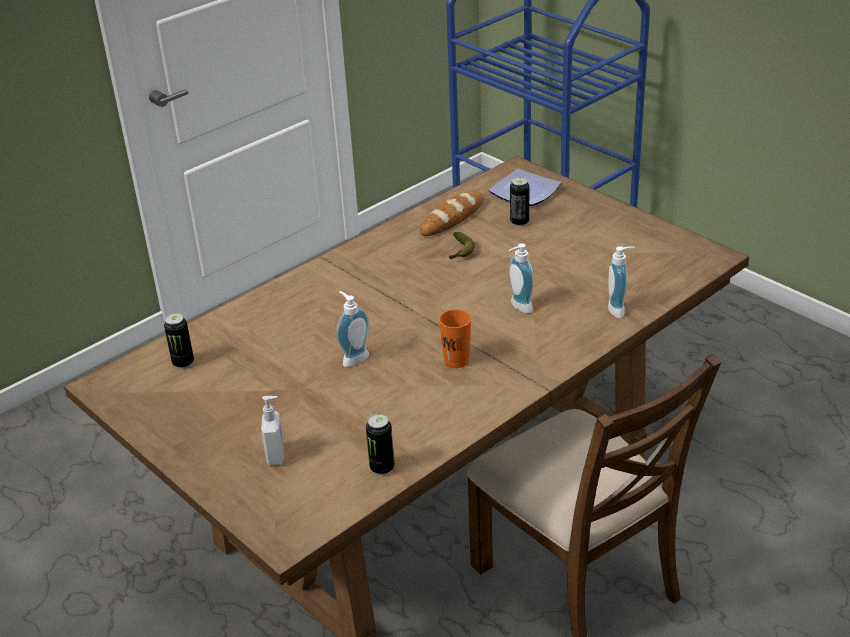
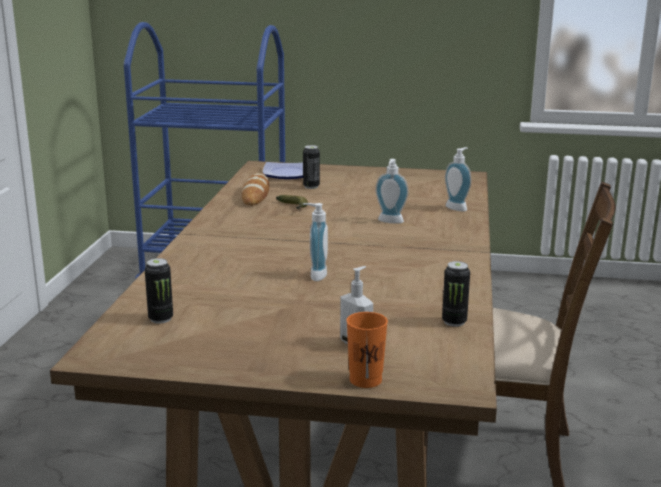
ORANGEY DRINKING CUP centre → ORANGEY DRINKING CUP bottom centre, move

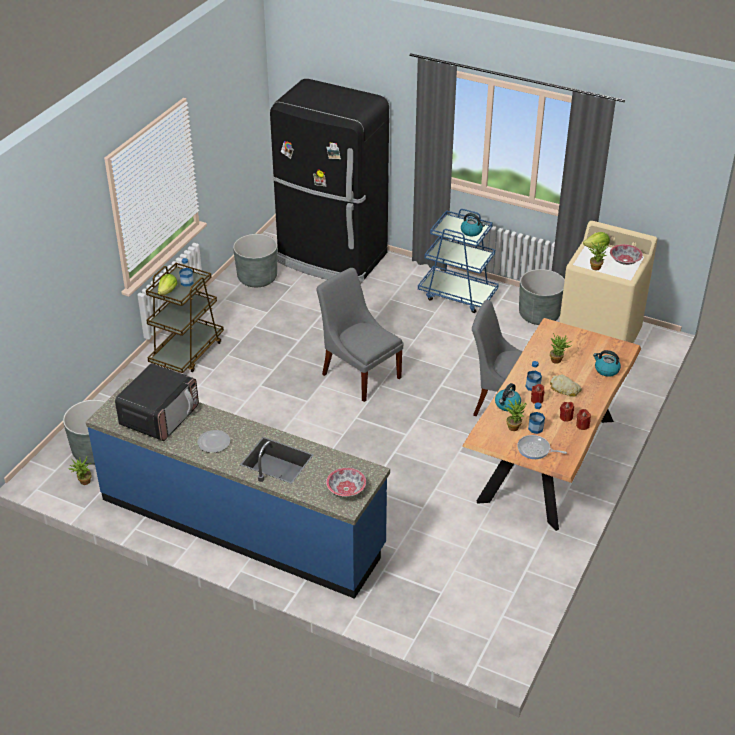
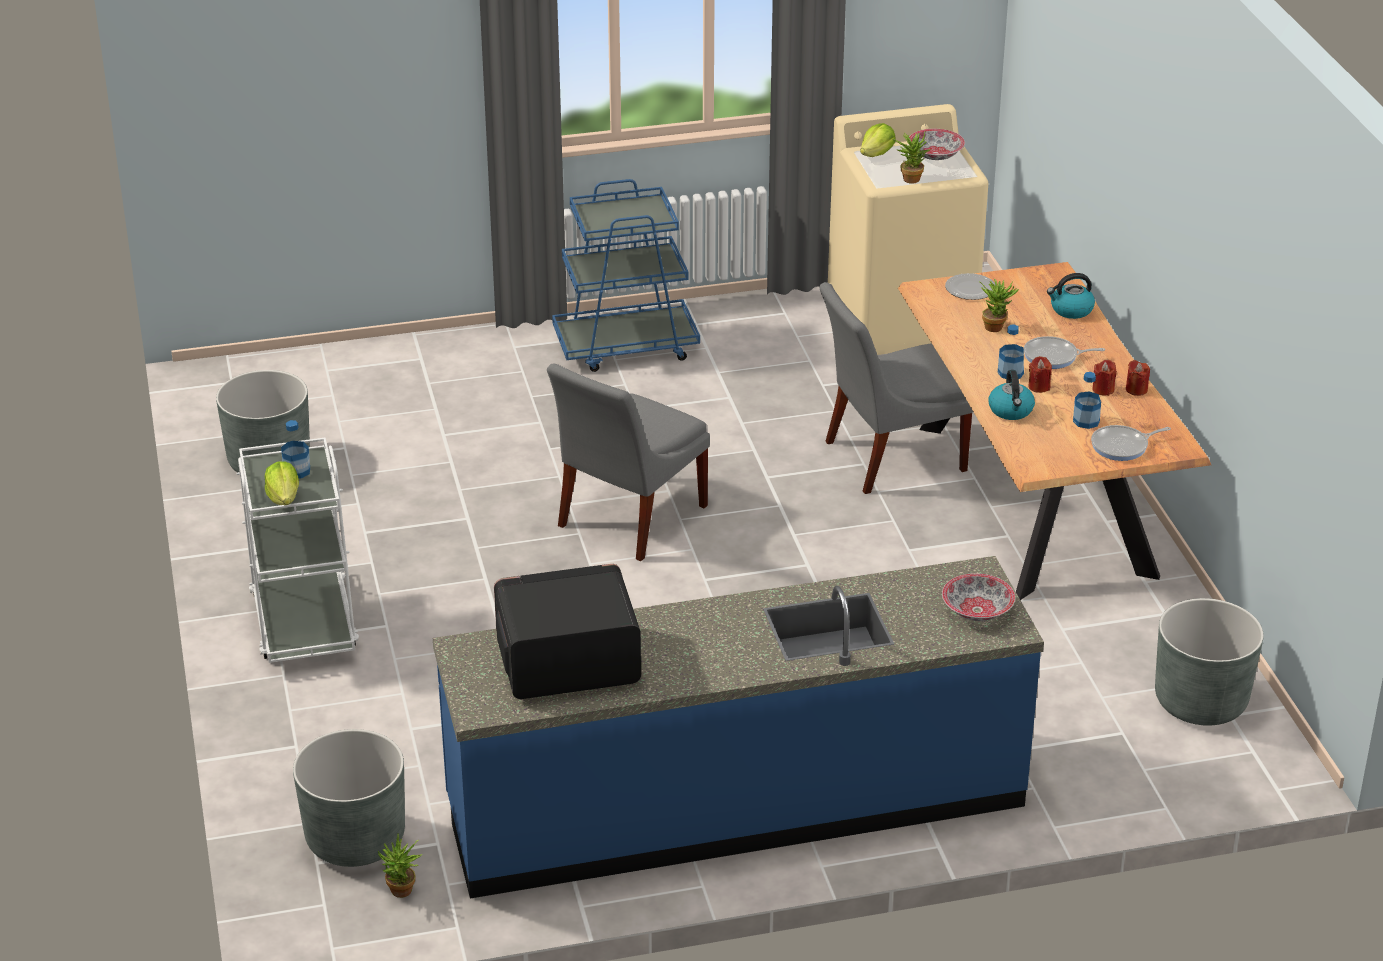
BROWN-COLOURED WHEELED CART middle left → WHITISH WHEELED CART middle left
MICROWAVE OVEN middle left → MICROWAVE OVEN centre, 90 degrees counterclockwise
GRAY UPRIGHT CHAIR (1st from left) centre, 60 degrees counterclockwise
PLATE middle left → PLATE top right, move
BAKED BREAD middle right → PAN (1st from left) middle right
GRAY PLANTER (3rd from left) middle right → GRAY PLANTER (3rd from left) bottom right, move
BLACK FRIDGE top centre → -
WATER KETTLE (1st from left) top centre → -
POTTED PLANT (2nd from left) middle right → -

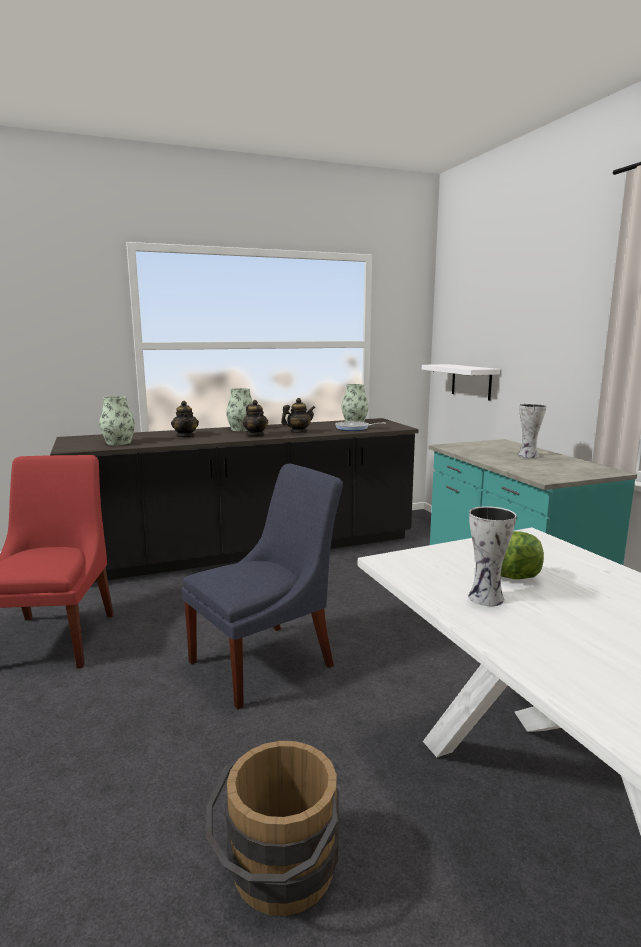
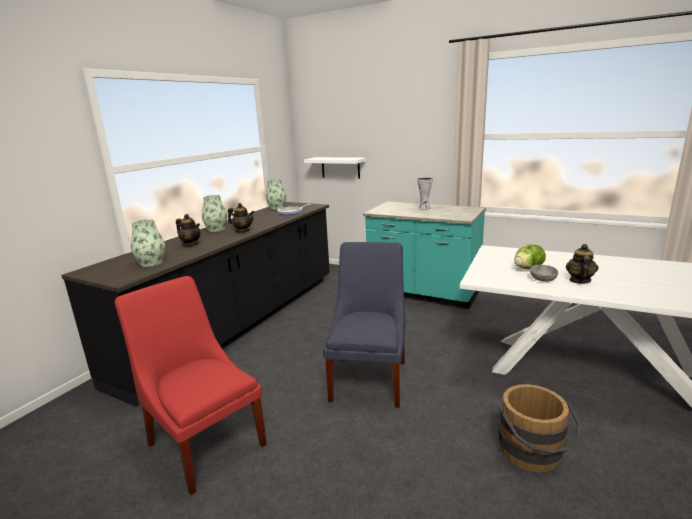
FLOWER VASE (4th from left) middle right → GRAY SERVING BOWL middle right
POT FOR TEA (3rd from left) centre → POT FOR TEA (3rd from left) middle right, move

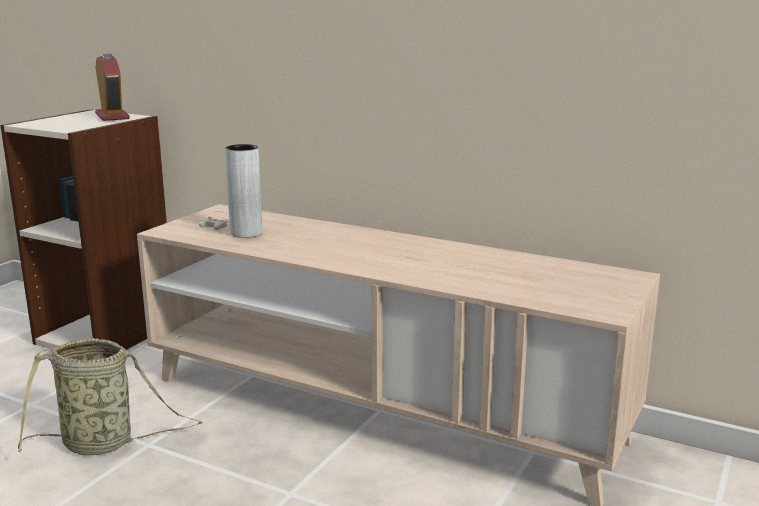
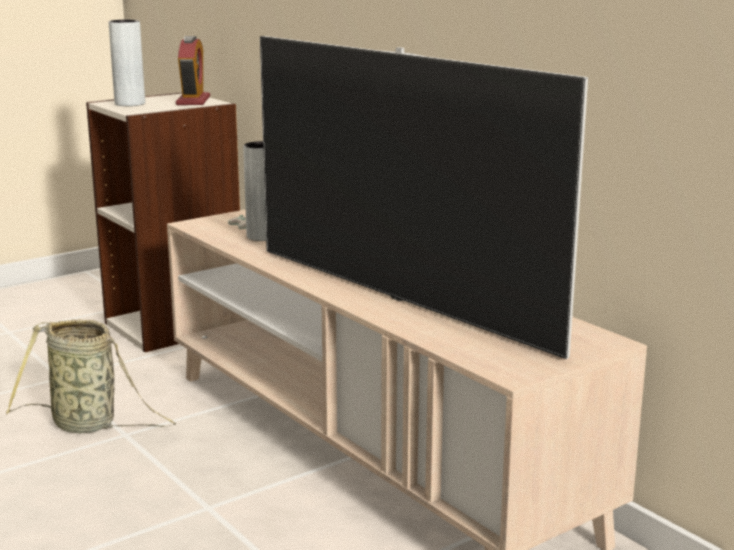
- → GRAY FLOWER VASE (1st from left) top left
- → TELEVISION centre

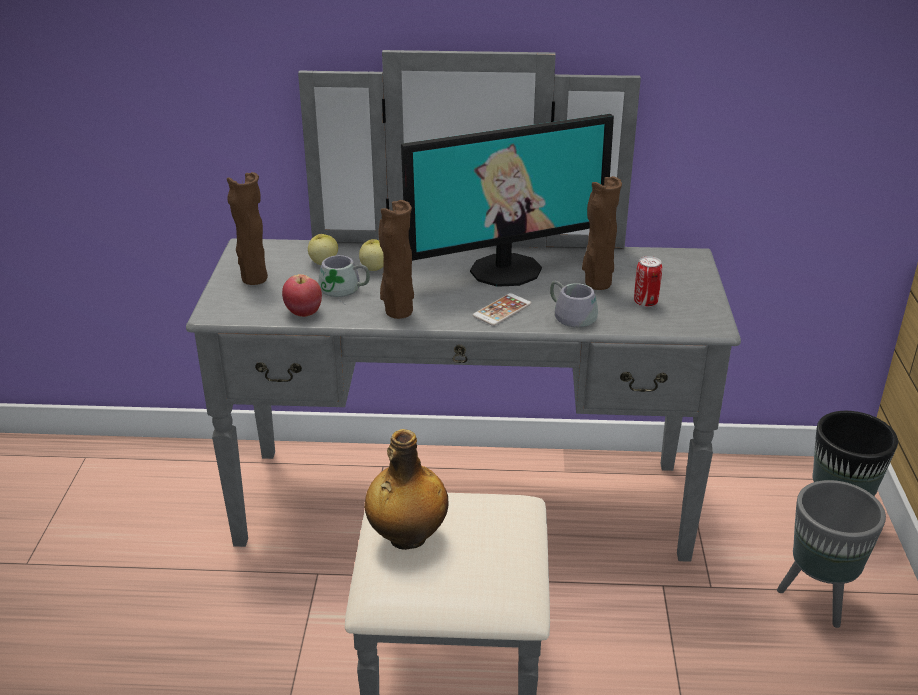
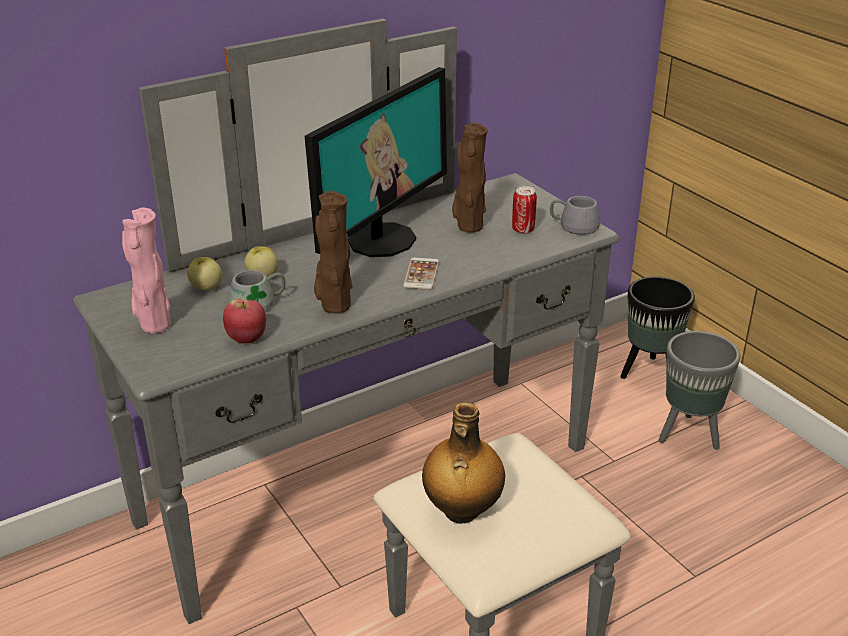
BROWN-COLOURED FLOWER VASE (1st from left) top left → PINK-COLOURED FLOWER VASE middle left
GRAY TEA MUG (2nd from left) centre → GRAY TEA MUG (2nd from left) middle right, move

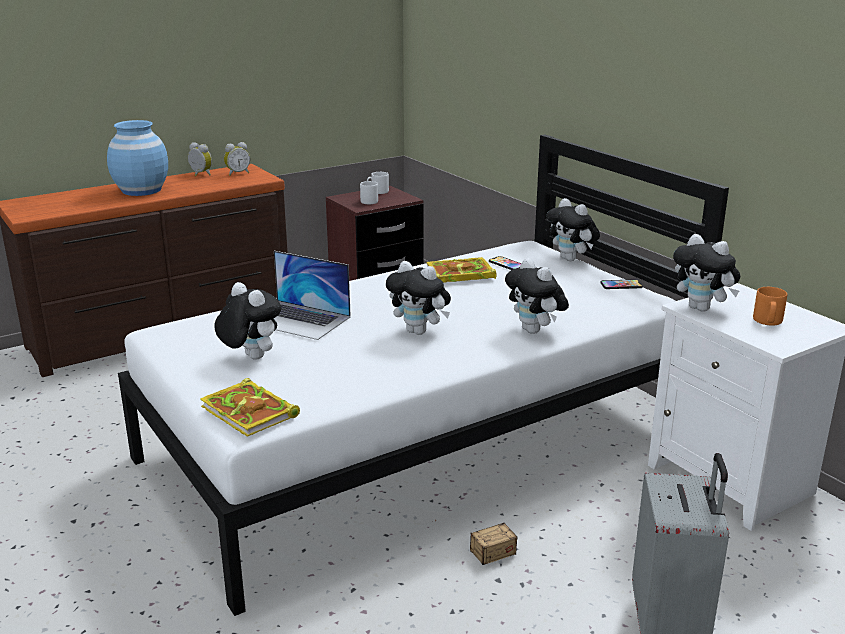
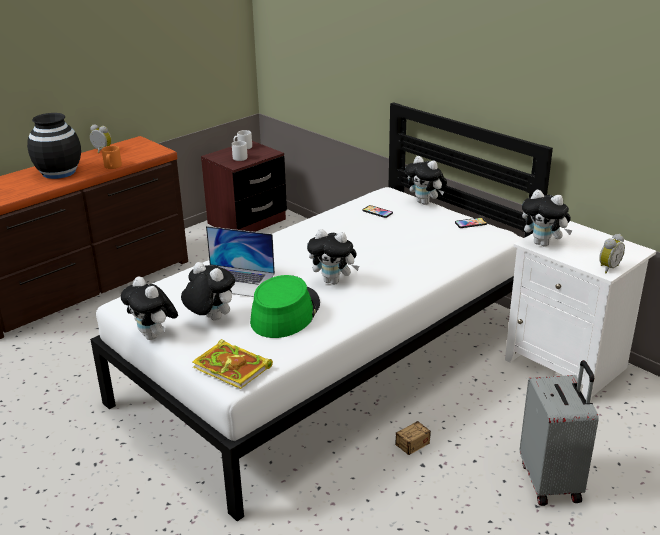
BLUE FLOWER VASE top left → BLACK FLOWER VASE top left
ORANGEY TEA MUG middle right → ORANGEY TEA MUG top left, move
SOFT TOY (3rd from left in the first image) centre → SOFT TOY (1st from left) middle left, move
- → GREEN WEARABLE HAT centre
BEDSIDE CLOCK (2nd from left) top left → BEDSIDE CLOCK (2nd from left) middle right, move
VOLUME (2nd from left) centre → -

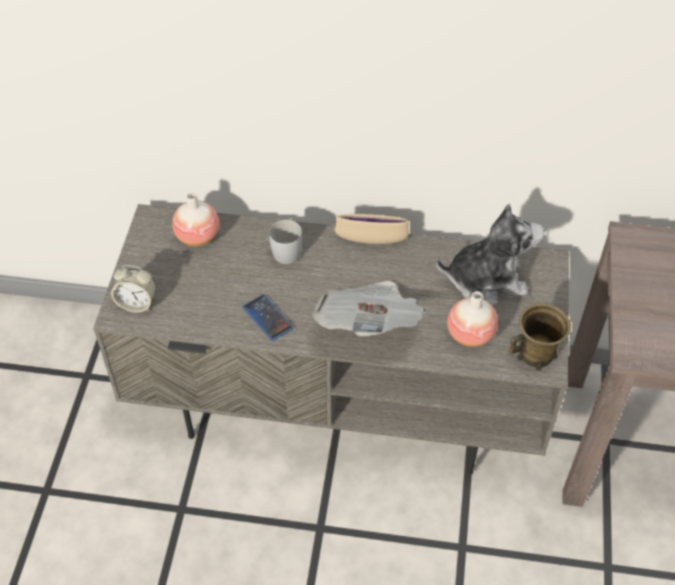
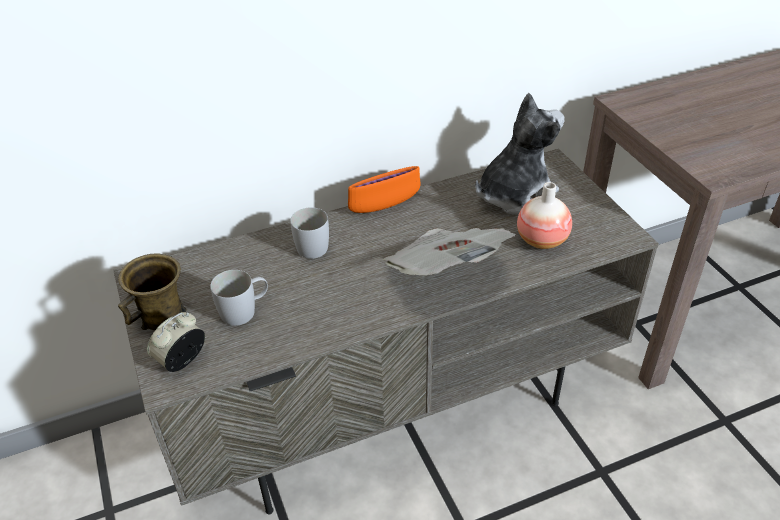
BROWN-COLOURED TEA MUG middle right → BROWN-COLOURED TEA MUG middle left, move
BEDSIDE CLOCK middle left, 150 degrees clockwise
- → WHITISH TEA MUG (1st from left) middle left
SAND-COLOURED SERVING BOWL centre → ORANGEY SERVING BOWL centre
FLOWER VASE (1st from left) middle left → -
TELEPHONE centre → -

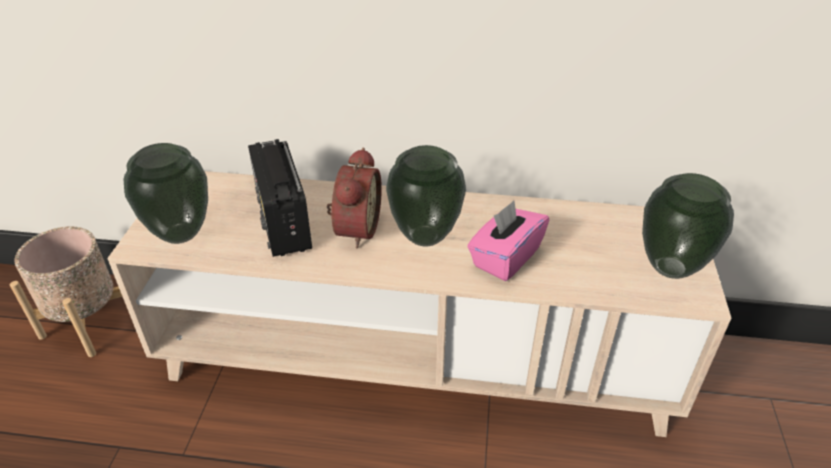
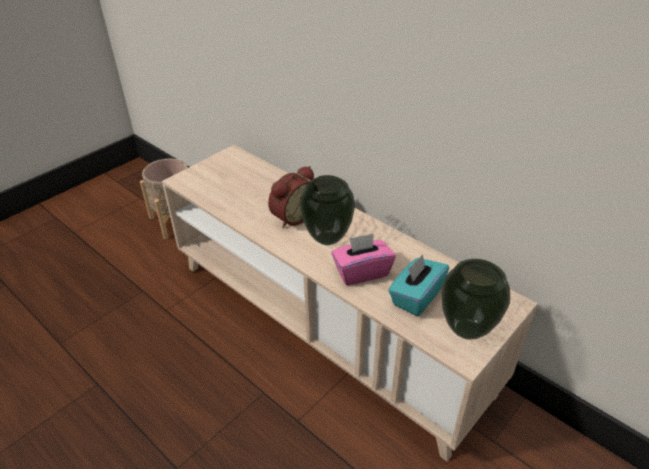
- → TURQUOISE-COLOURED TISSUE HOLDER centre
FLOWER VASE (1st from left) middle left → -
RADIO centre → -

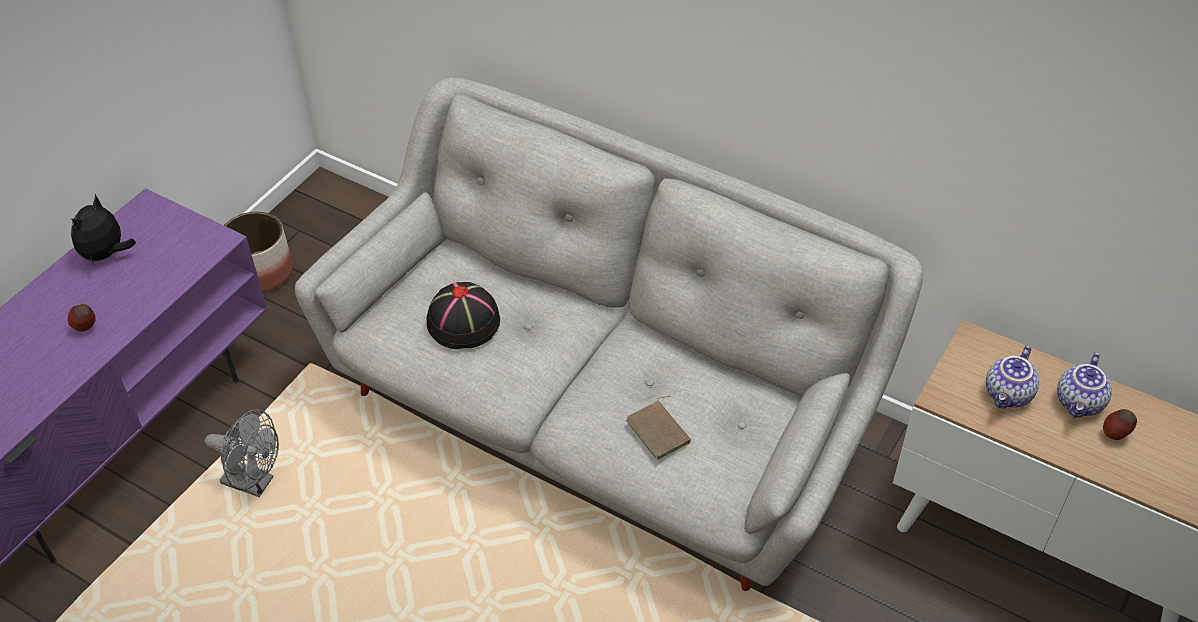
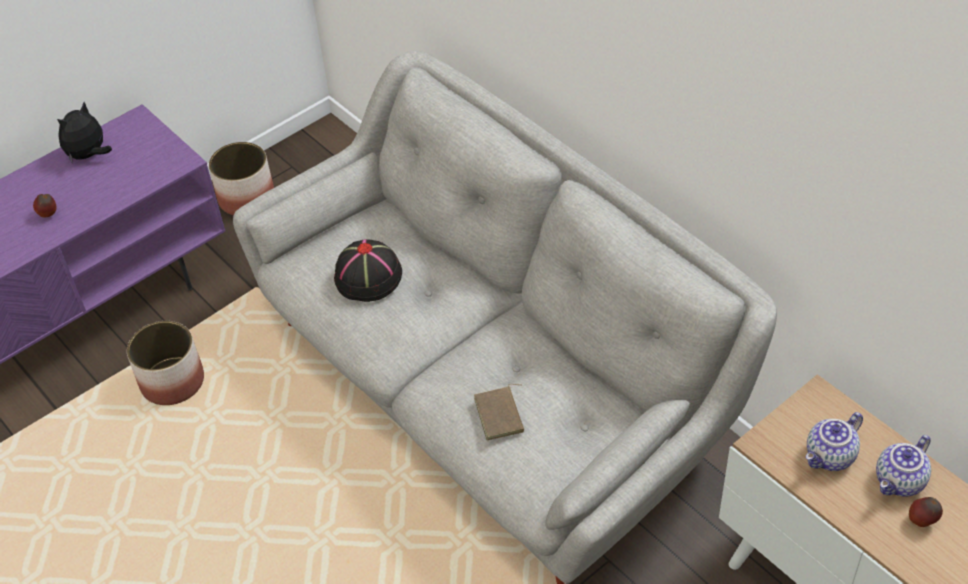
GRAY COOLING FAN bottom left → PLANTER (1st from left) middle left

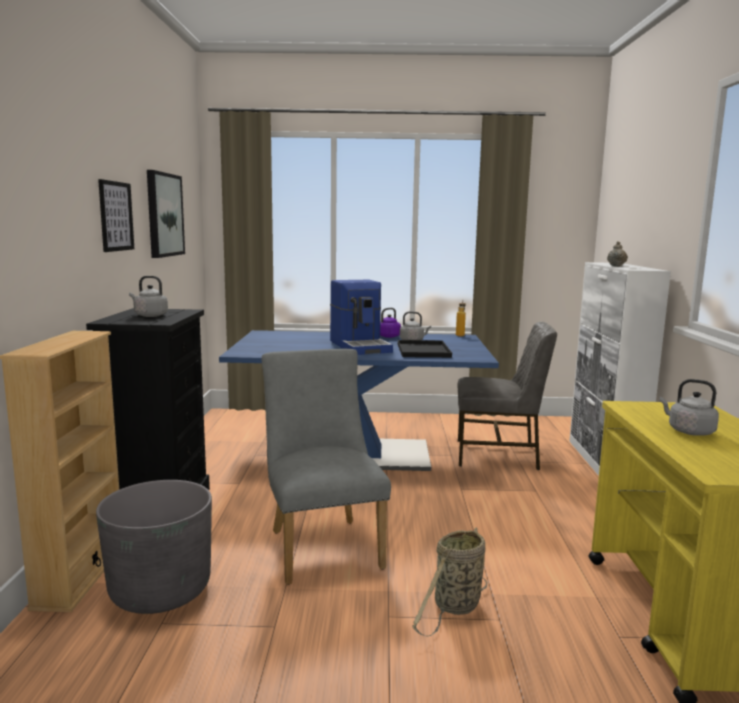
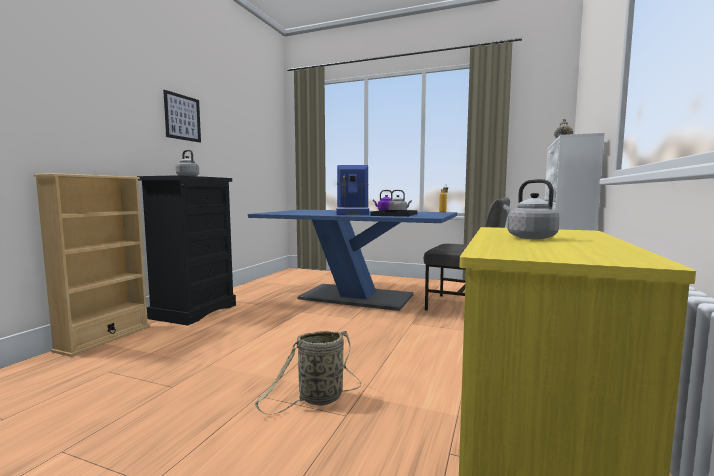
GRAY PLANTER bottom left → -
PICTURE (2nd from left) top left → -
GRAY UPRIGHT CHAIR (1st from left) centre → -

